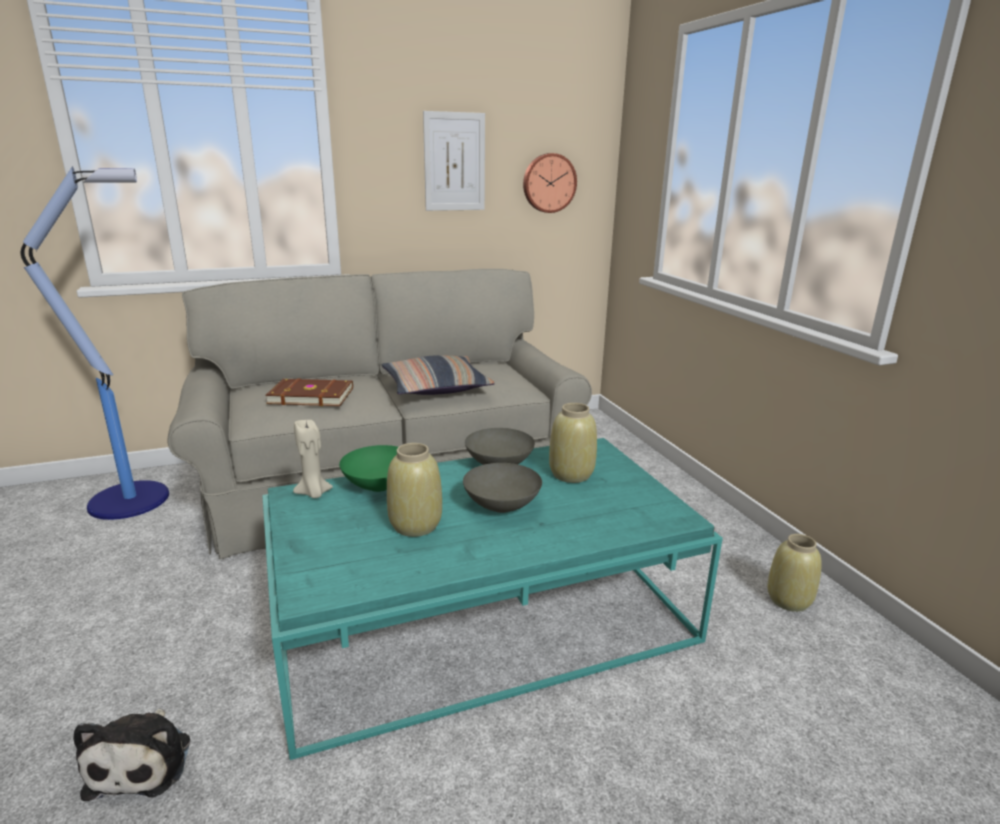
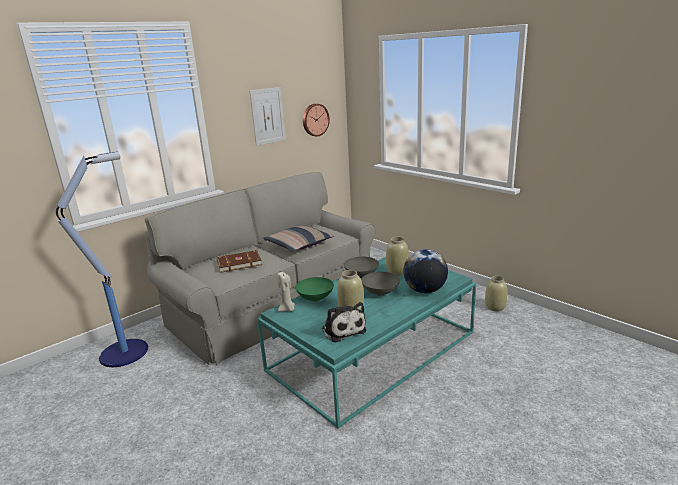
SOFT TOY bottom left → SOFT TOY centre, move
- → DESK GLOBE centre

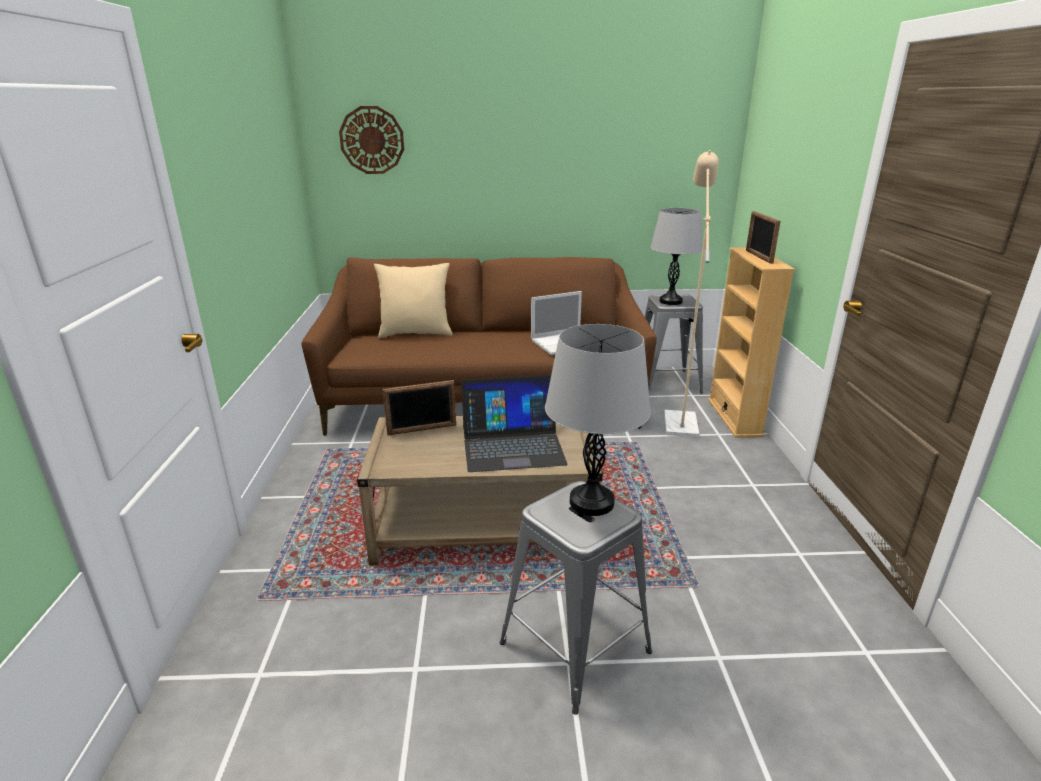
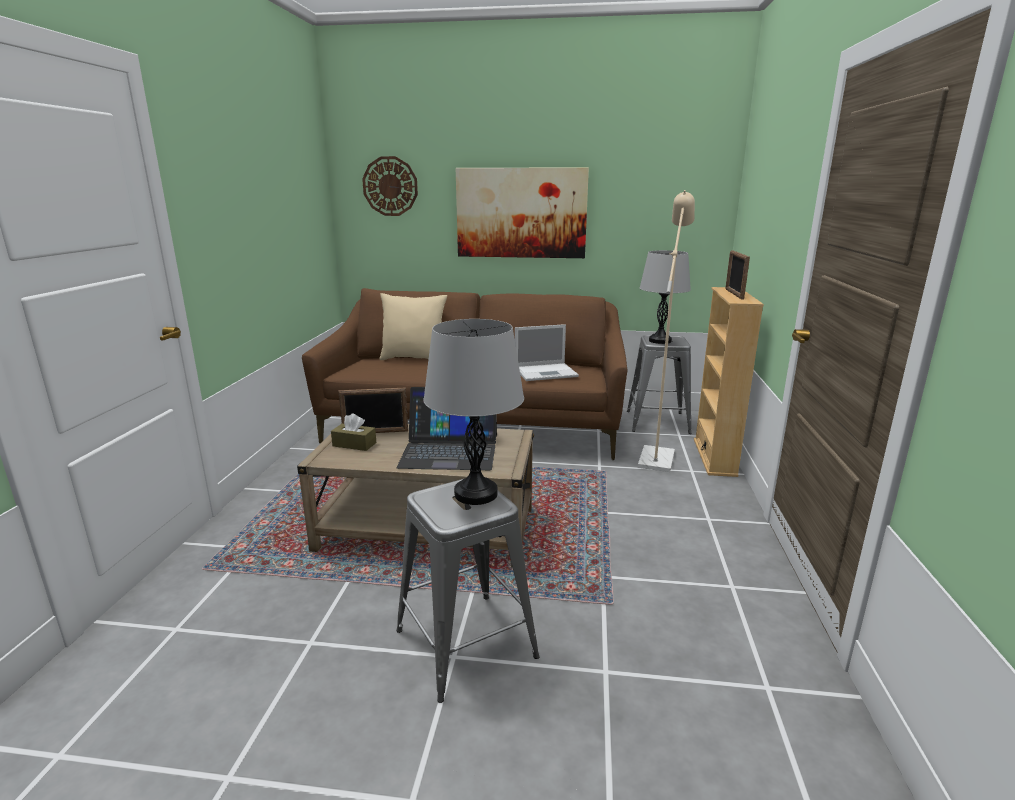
- → BROWN-COLOURED TISSUE HOLDER centre
- → PICTURE top centre

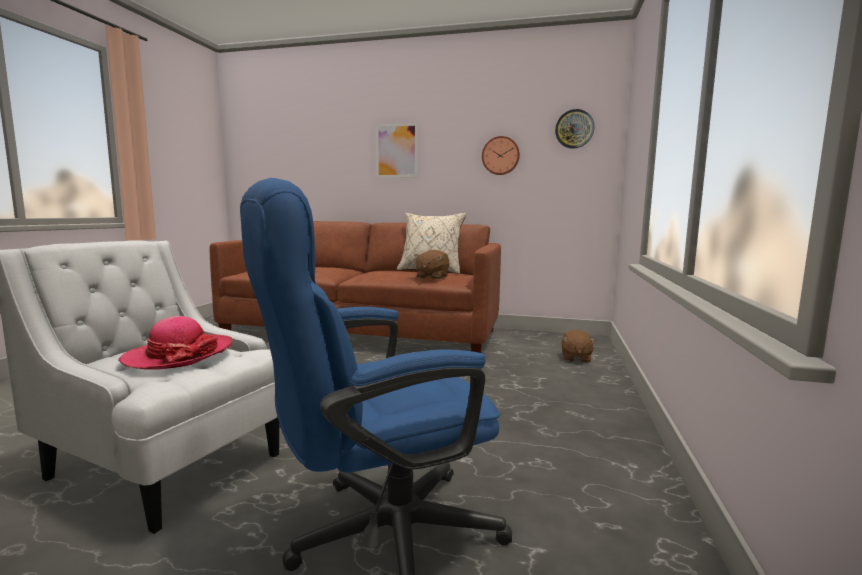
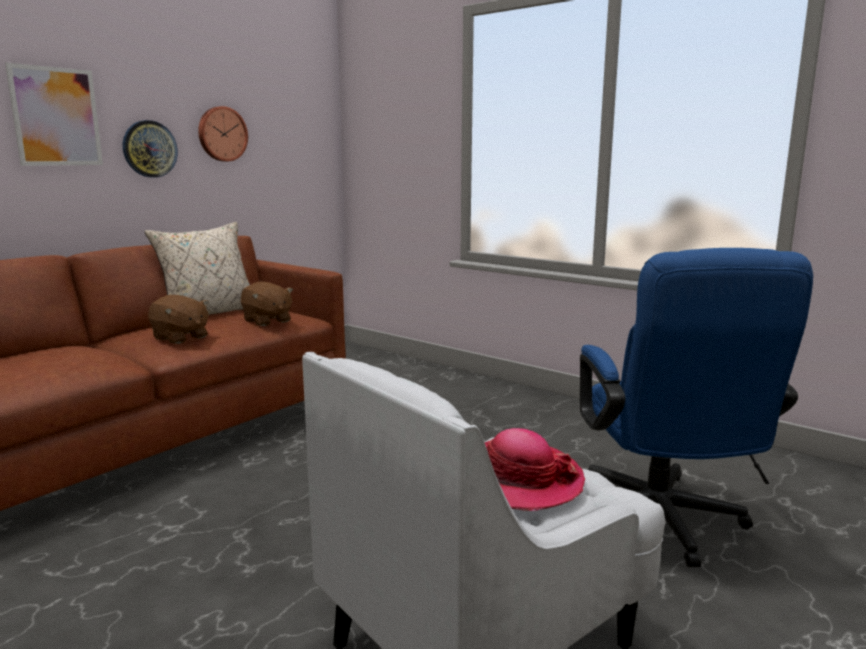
HANGING CLOCK (2nd from left in the first image) top centre → HANGING CLOCK (1st from left) top left, move
BROWN-COLOURED SOFT TOY (2nd from left in the first image) middle right → BROWN-COLOURED SOFT TOY (1st from left) middle left, move

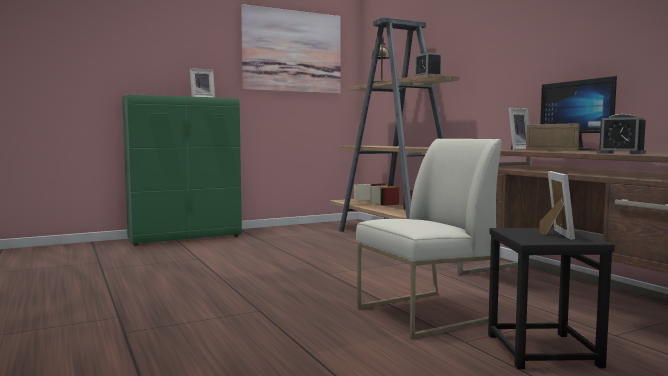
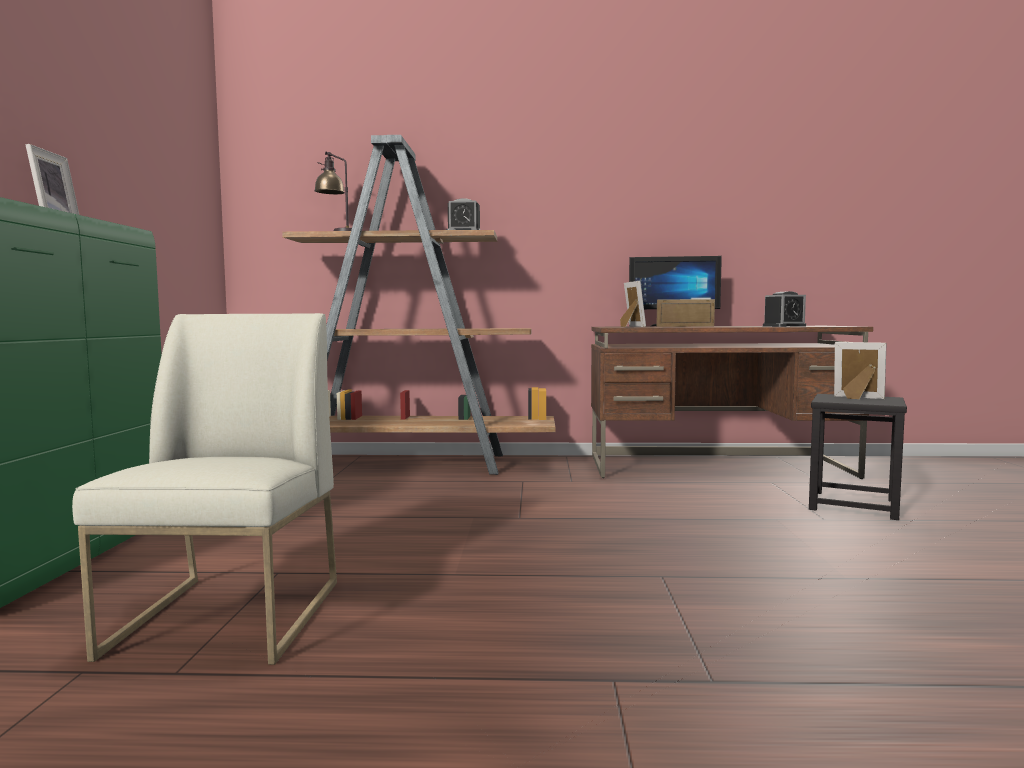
WHITISH UPRIGHT CHAIR centre → WHITISH UPRIGHT CHAIR middle left, move
PICTURE top centre → -

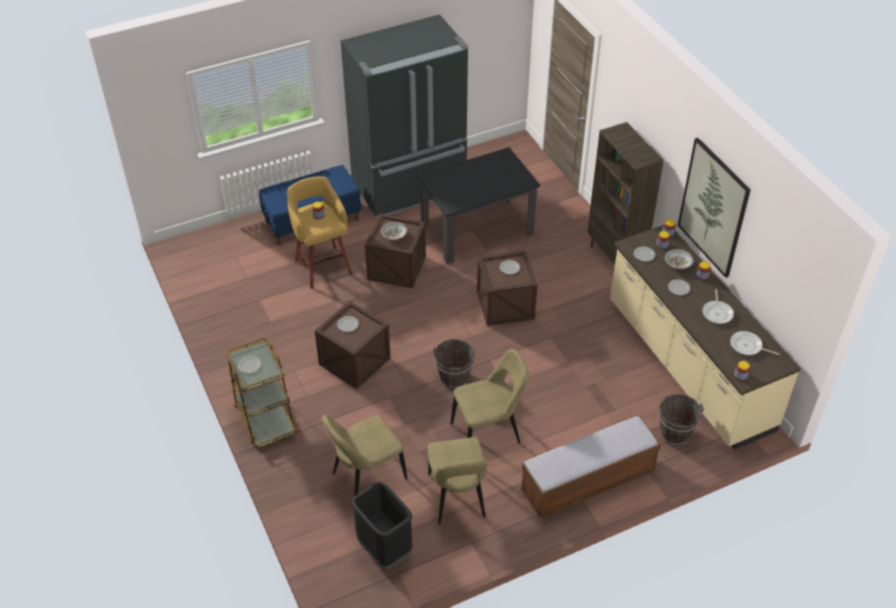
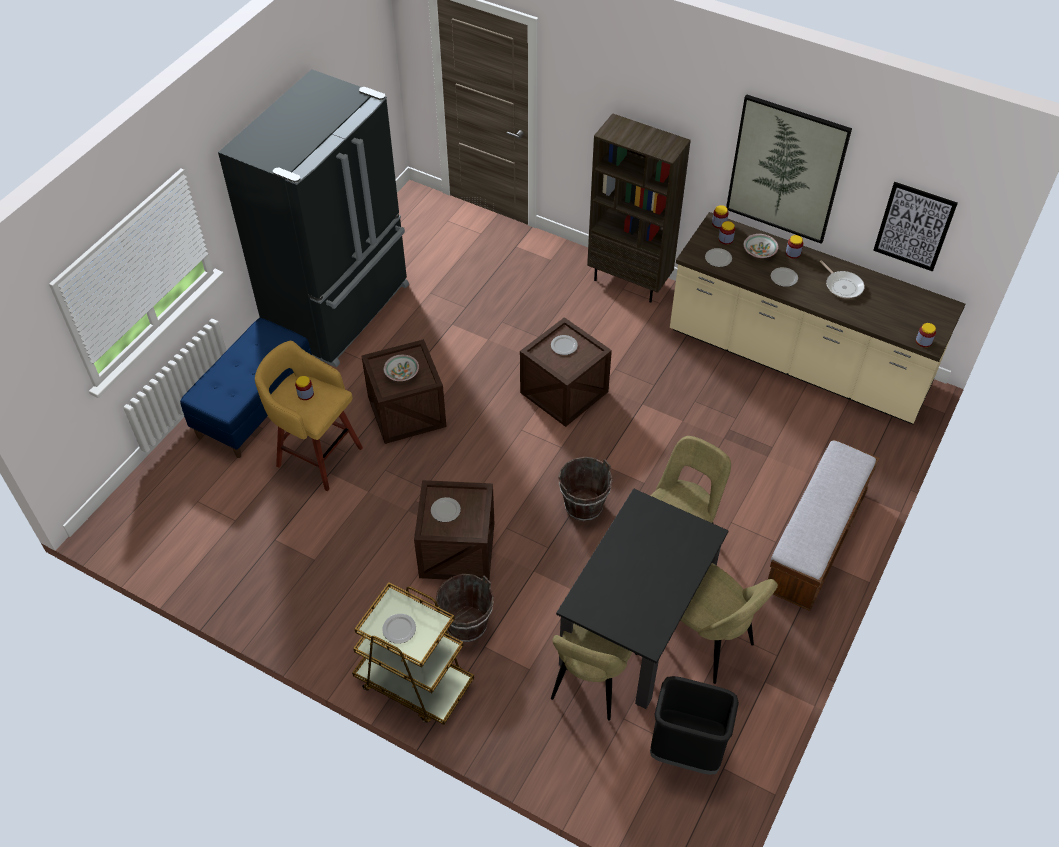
BROWN-COLOURED BUCKET (2nd from left in the first image) bottom right → BROWN-COLOURED BUCKET (1st from left) bottom centre, move
BLACK KITCHEN TABLE centre → BLACK KITCHEN TABLE bottom centre, move
- → PICTURE (2nd from left) top right
PAN (2nd from left) middle right → -

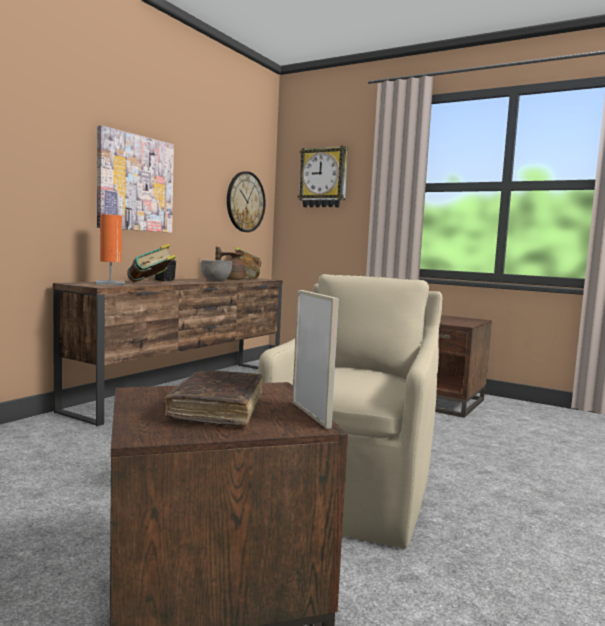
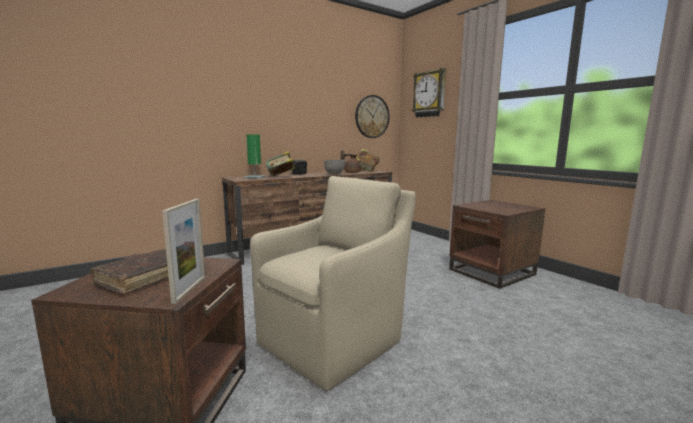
ORANGEY TABLETOP LAMP middle left → GREEN TABLETOP LAMP centre
PICTURE top left → -

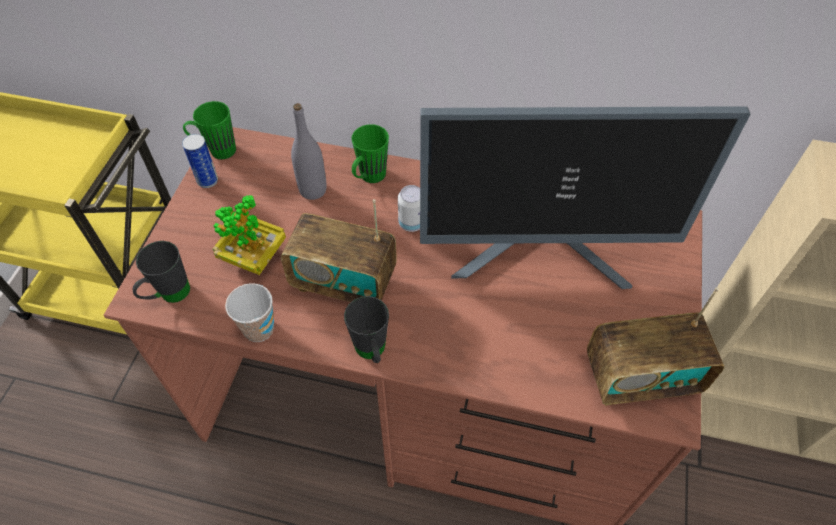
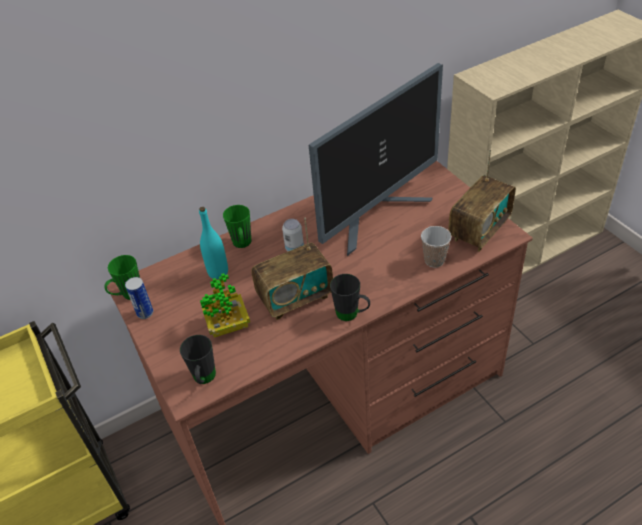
GRAY BOTTLE top centre → TURQUOISE-COLOURED BOTTLE middle left
DRINKING CUP middle left → DRINKING CUP middle right, move

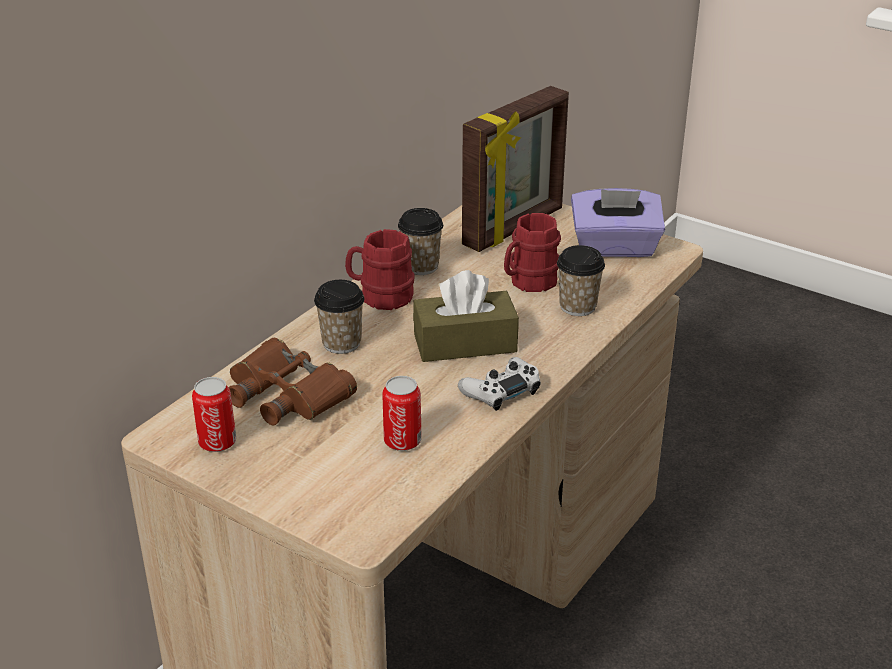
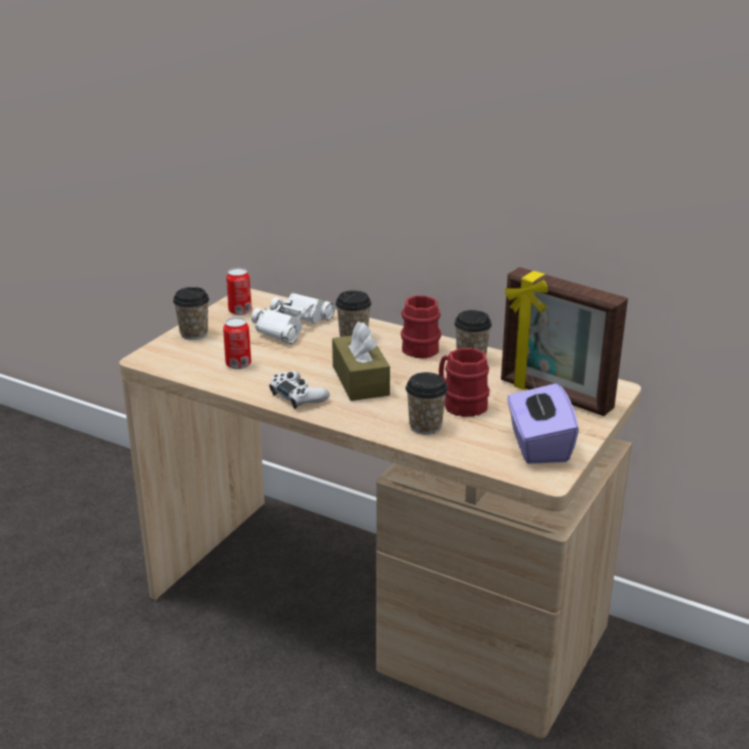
- → DRINKING CUP (1st from left) middle left
BROWN-COLOURED PAIR OF BINOCULARS middle left → WHITISH PAIR OF BINOCULARS centre

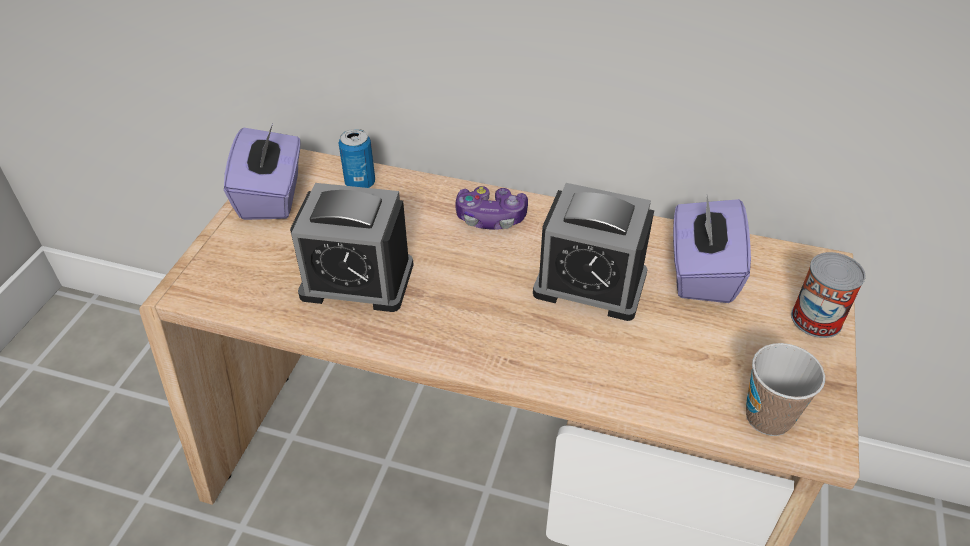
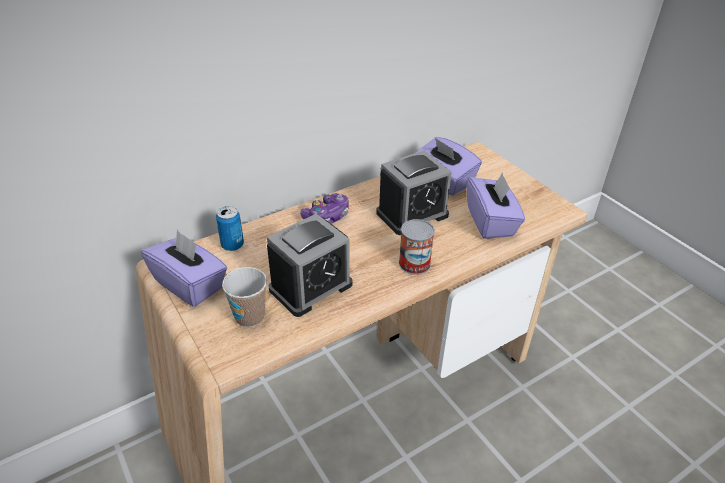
DRINKING CUP bottom right → DRINKING CUP centre, move
SEALED CAN (2nd from left) middle right → SEALED CAN (2nd from left) centre, move
- → PURPLISH TISSUE HOLDER (3rd from left) middle right

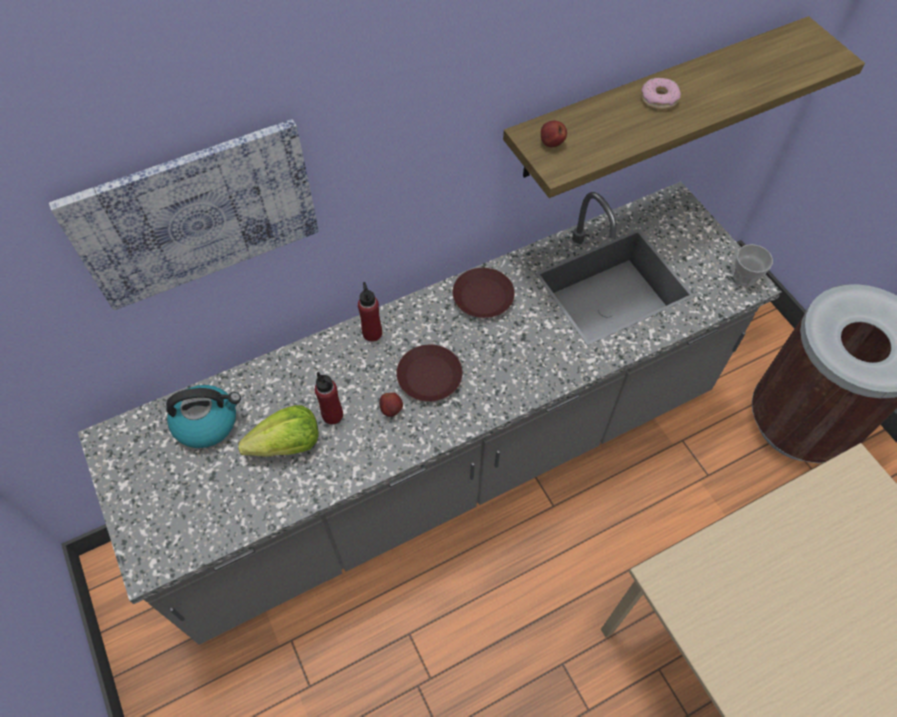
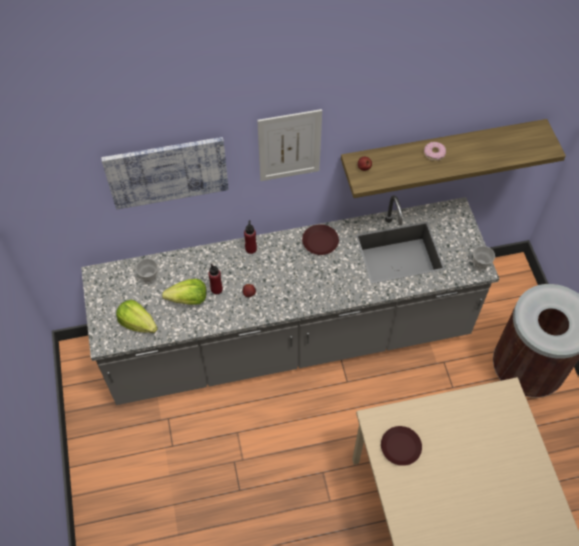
- → LETTUCE HEAD (1st from left) middle left
WATER KETTLE middle left → DRINKING CUP (1st from left) middle left
- → PICTURE (2nd from left) top centre
BROWN-COLOURED PLATE (1st from left in the first image) centre → BROWN-COLOURED PLATE (2nd from left) bottom right, move

